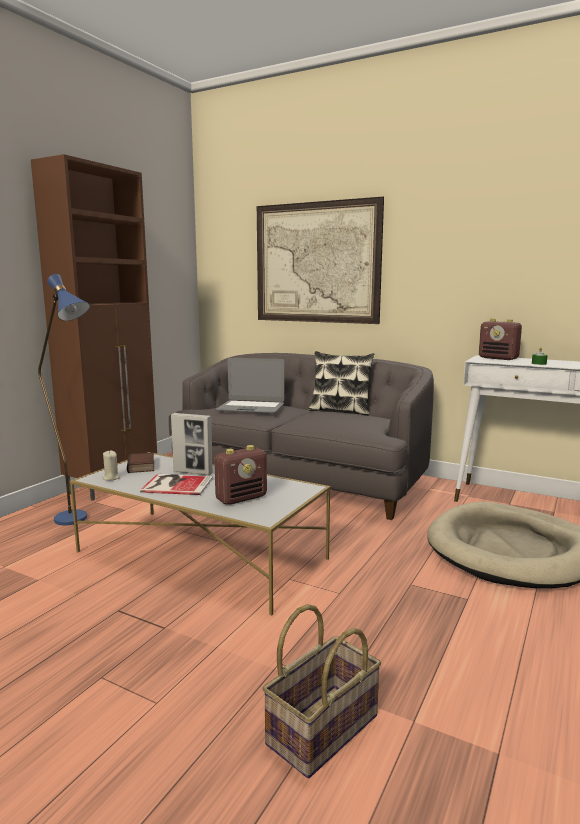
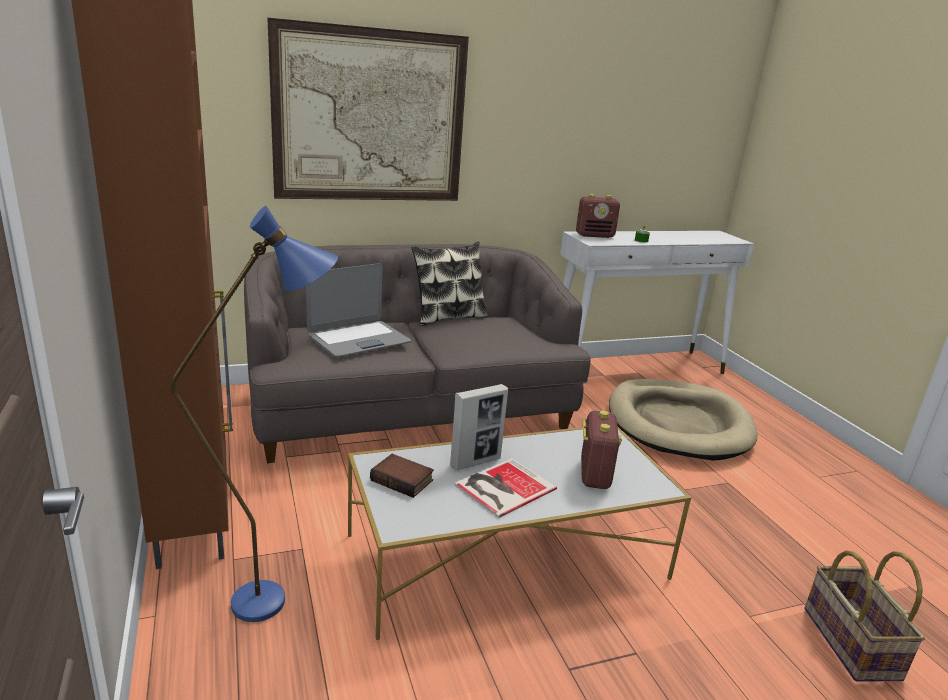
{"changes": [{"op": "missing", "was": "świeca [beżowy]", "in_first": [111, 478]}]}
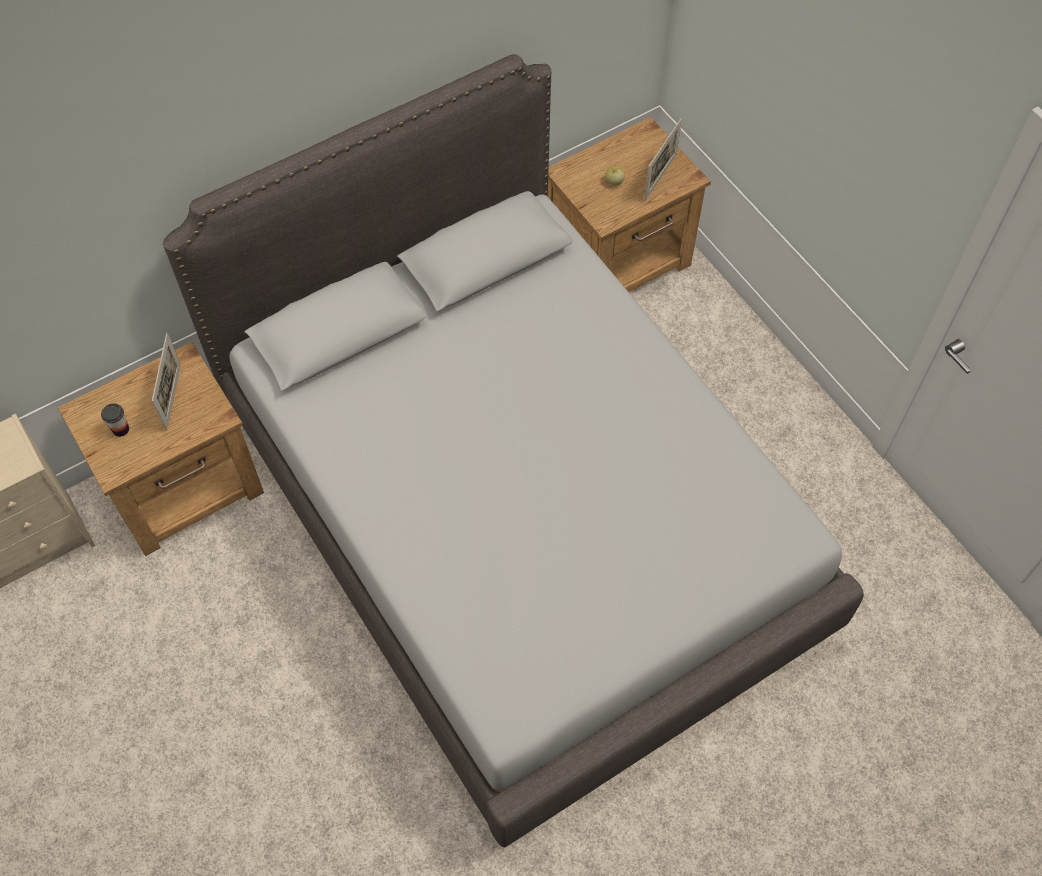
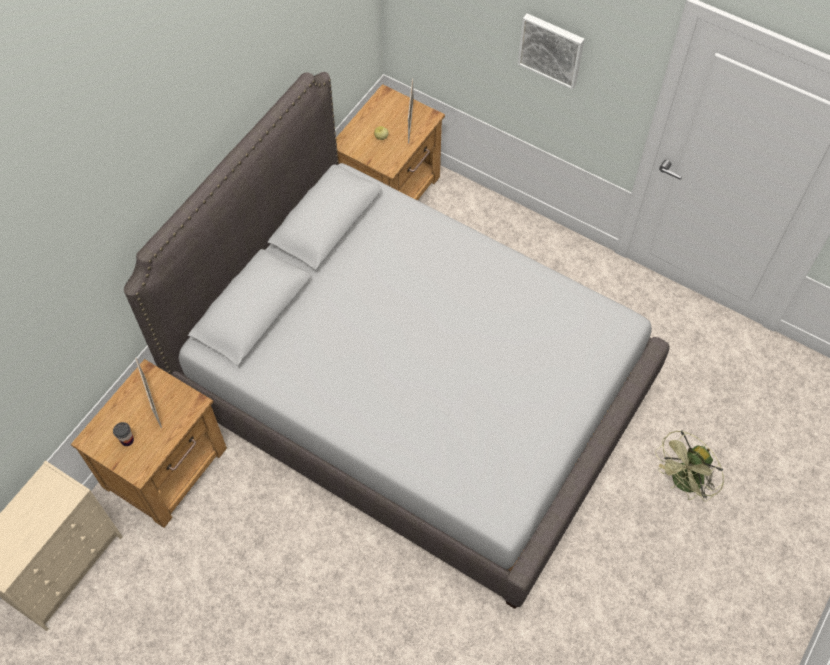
{"changes": [{"op": "appeared", "now": "obraz", "in_second": [551, 49]}, {"op": "appeared", "now": "wentylator [zielony]", "in_second": [683, 483]}]}
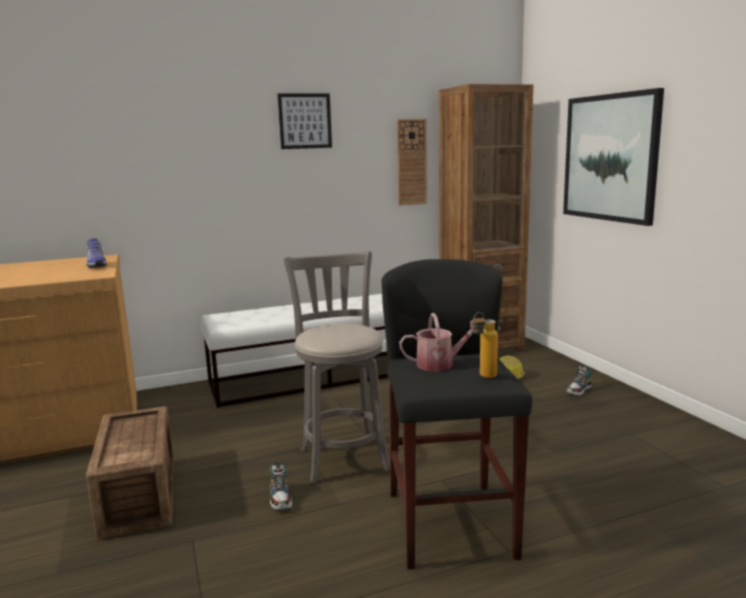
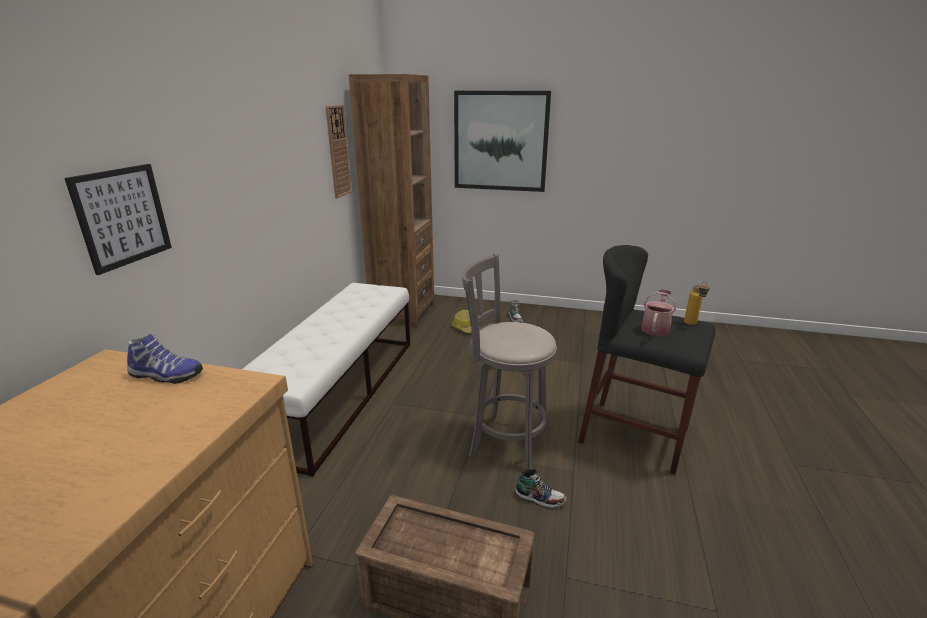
{"changes": [{"op": "relocated", "was": "obraz", "in_first": [305, 121], "in_second": [122, 216]}]}
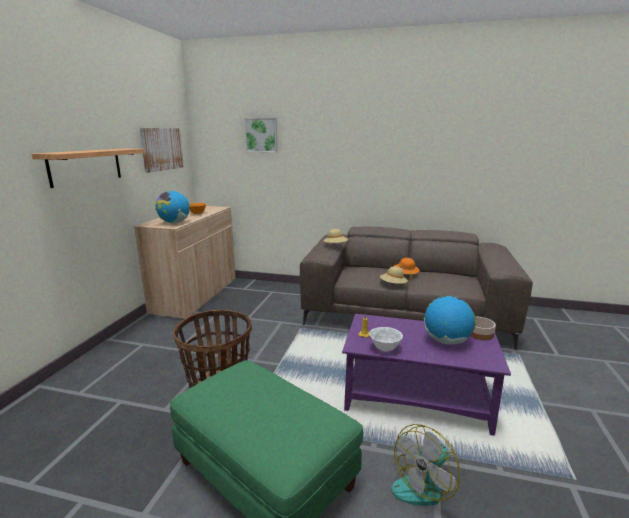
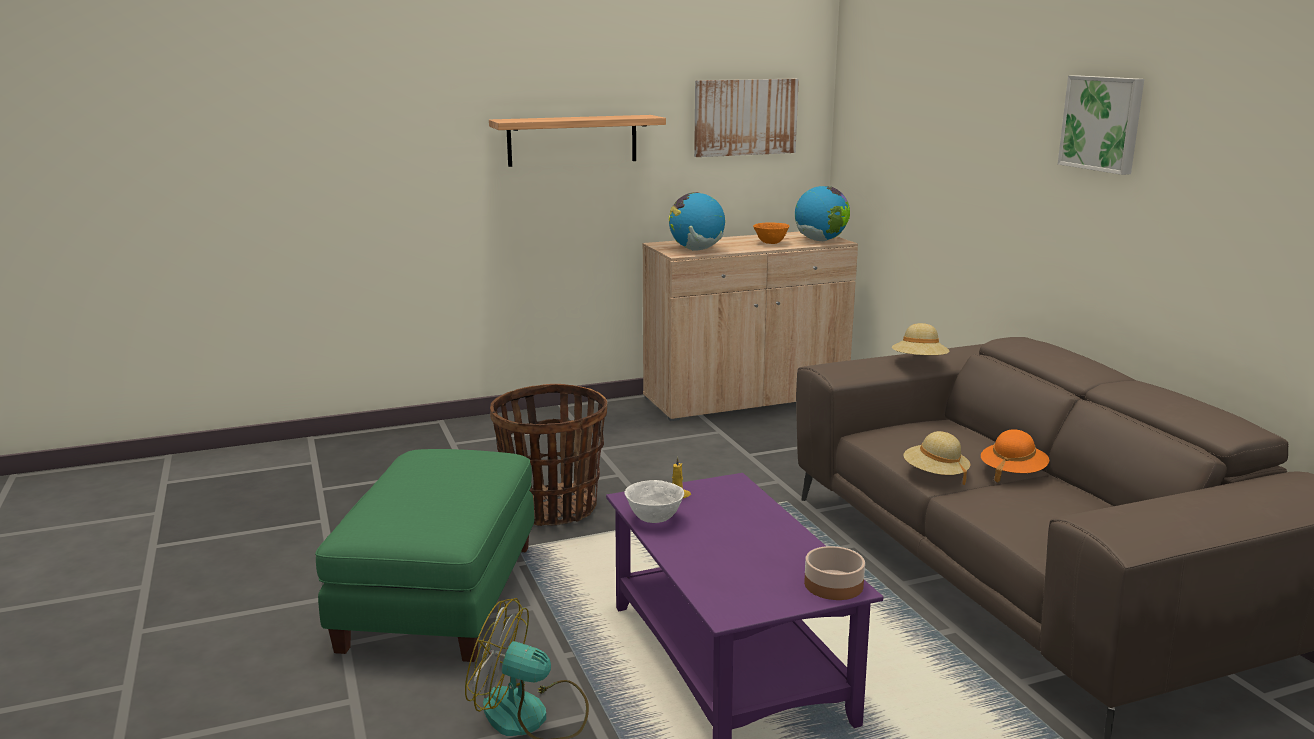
{"changes": [{"op": "relocated", "was": "obraz", "in_first": [261, 135], "in_second": [1103, 123]}, {"op": "relocated", "was": "globus", "in_first": [446, 341], "in_second": [820, 241]}]}
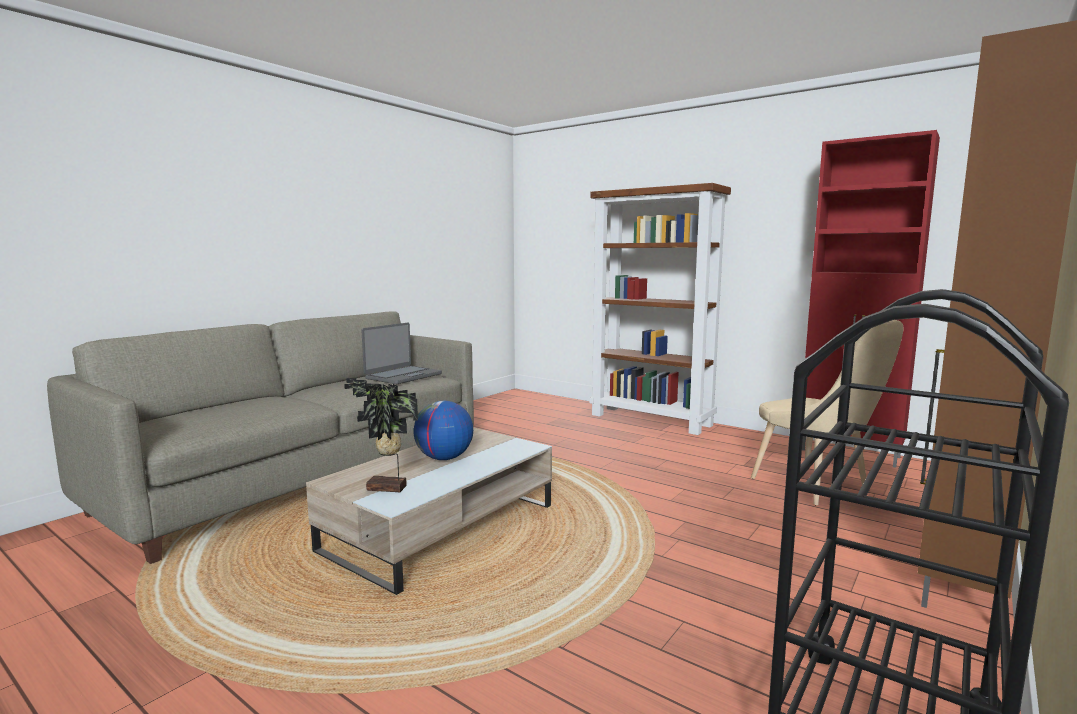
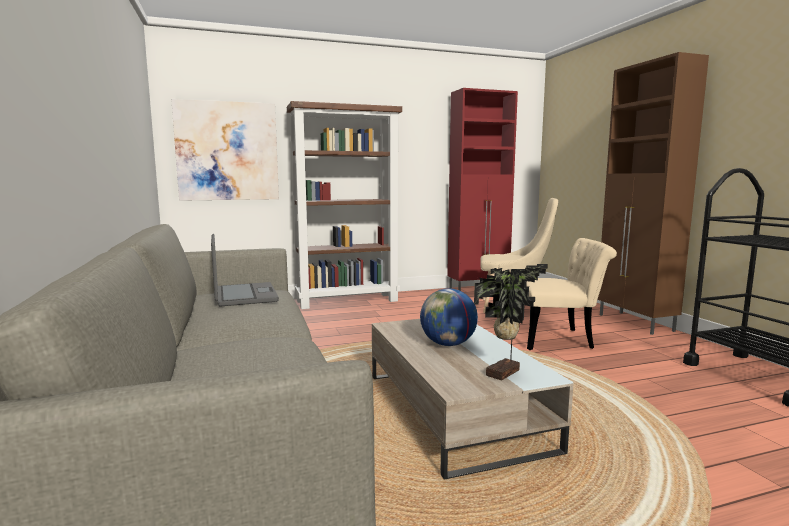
{"changes": [{"op": "appeared", "now": "obraz", "in_second": [227, 151]}, {"op": "appeared", "now": "krzesło [beżowy]", "in_second": [560, 339]}]}
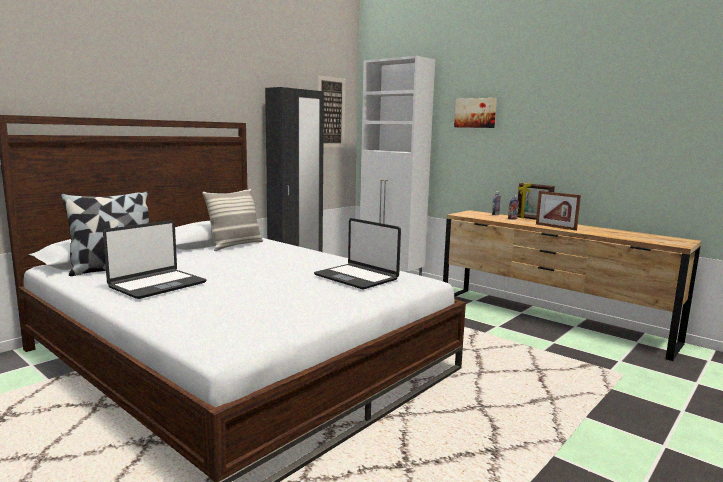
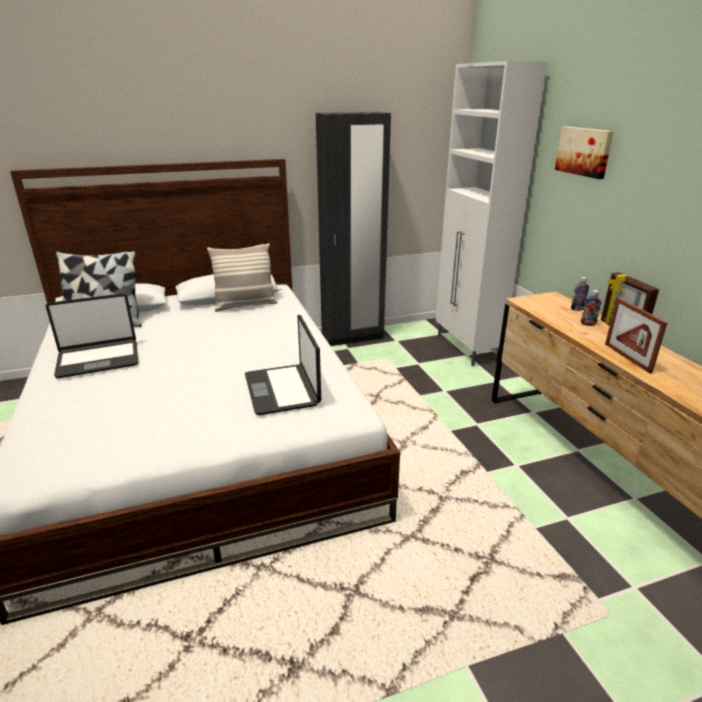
{"changes": [{"op": "missing", "was": "obraz", "in_first": [331, 112]}]}
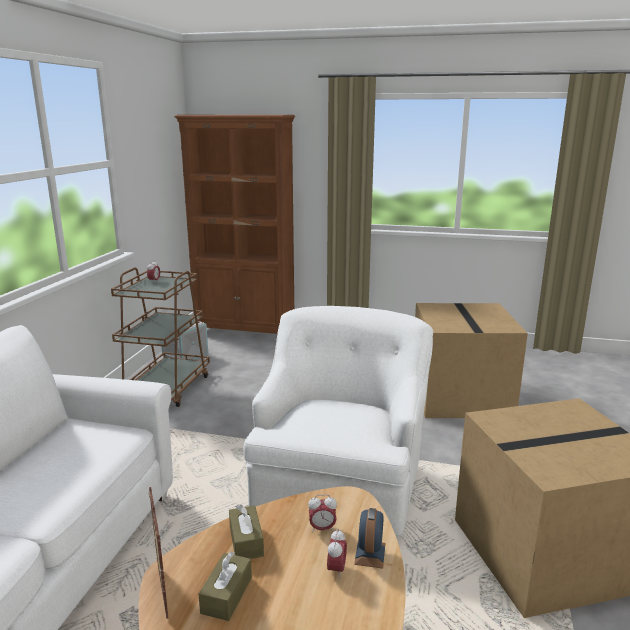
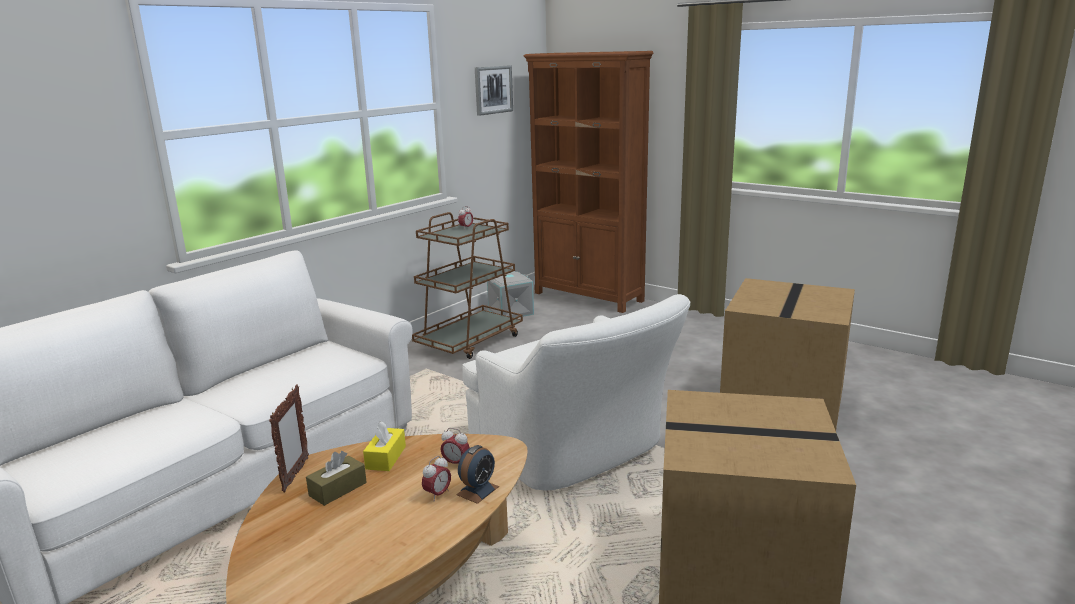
{"changes": [{"op": "appeared", "now": "obraz", "in_second": [493, 90]}, {"op": "colour", "was": "pudełko chusteczek [brązowy]", "now": "pudełko chusteczek [żółty]", "in_first": [246, 541], "in_second": [386, 457]}, {"op": "spun", "was": "fotel [biały]", "in_first": [340, 478], "in_second": [575, 451], "clockwise": 105}]}
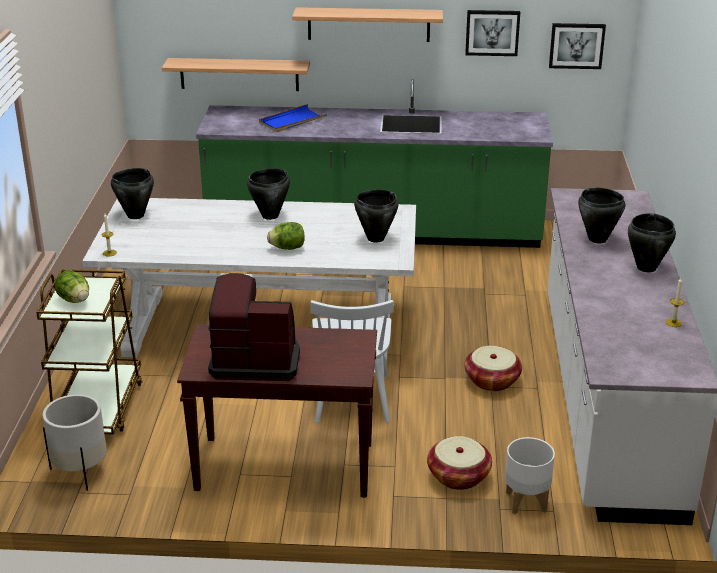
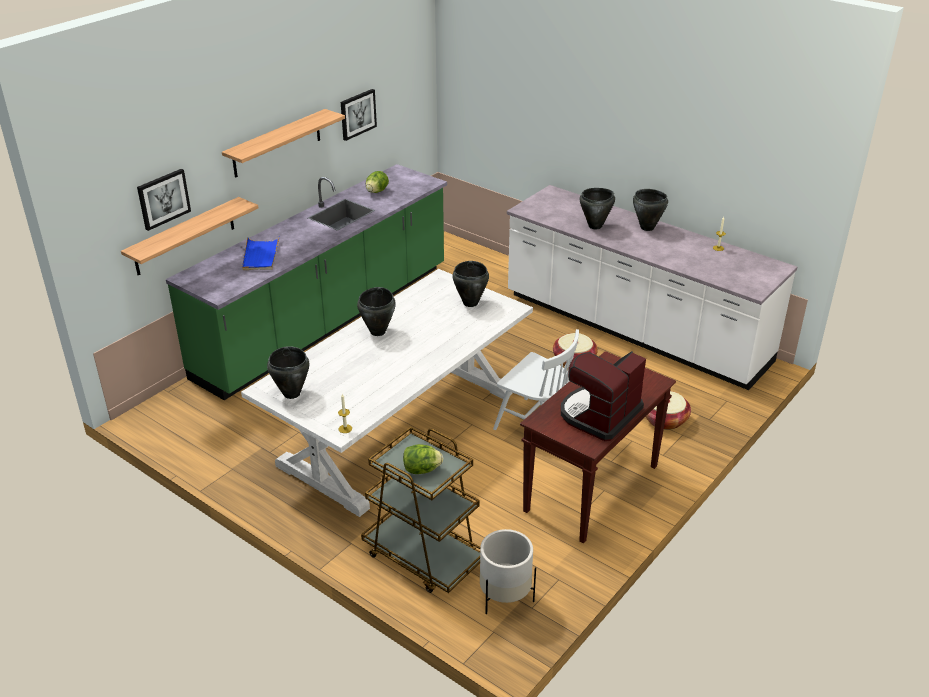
{"changes": [{"op": "missing", "was": "donica [biały]", "in_first": [526, 502]}, {"op": "relocated", "was": "sałata", "in_first": [287, 248], "in_second": [376, 191]}, {"op": "relocated", "was": "obraz", "in_first": [576, 45], "in_second": [163, 198]}]}
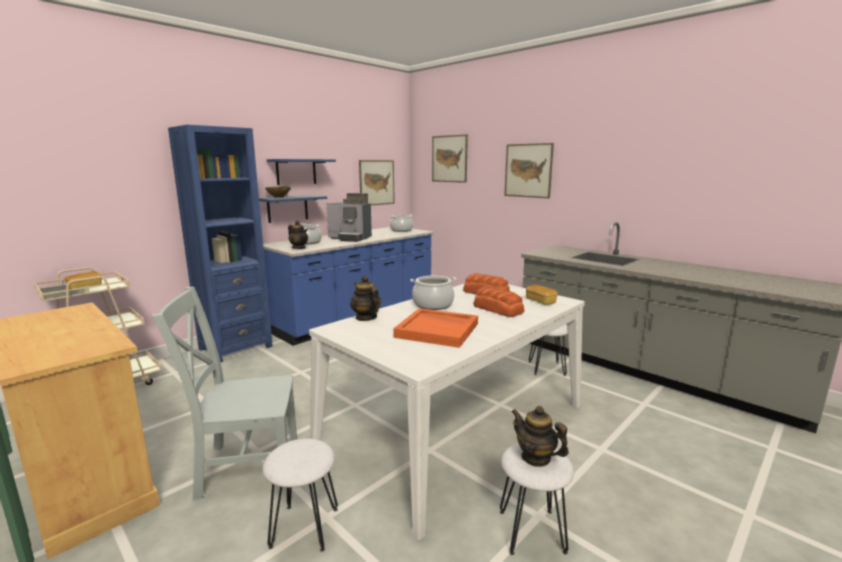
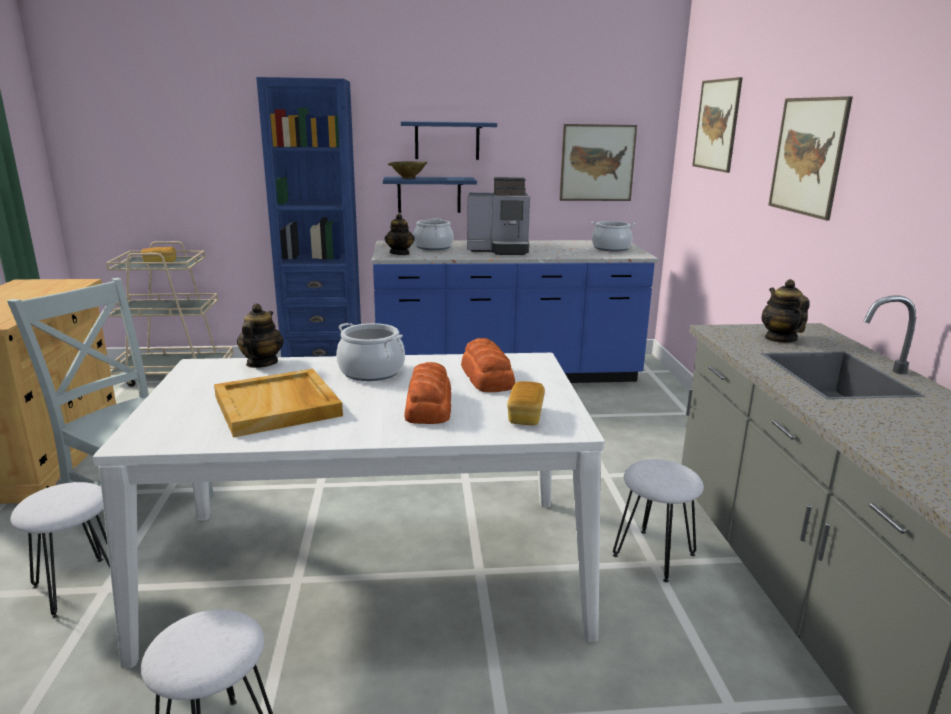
{"changes": [{"op": "relocated", "was": "imbryk", "in_first": [536, 457], "in_second": [780, 339]}, {"op": "colour", "was": "taca [pomarańczowy]", "now": "taca [beżowy]", "in_first": [438, 330], "in_second": [278, 406]}, {"op": "spun", "was": "ekspres do kawy", "in_first": [350, 238], "in_second": [500, 250], "clockwise": -60}]}
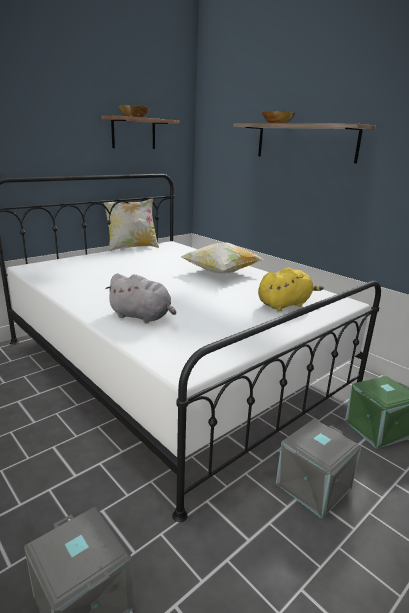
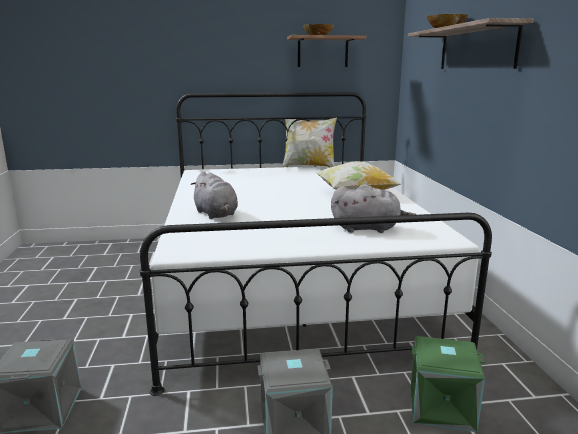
{"changes": [{"op": "colour", "was": "pluszak [żółty]", "now": "pluszak [szary]", "in_first": [285, 304], "in_second": [368, 229]}]}
